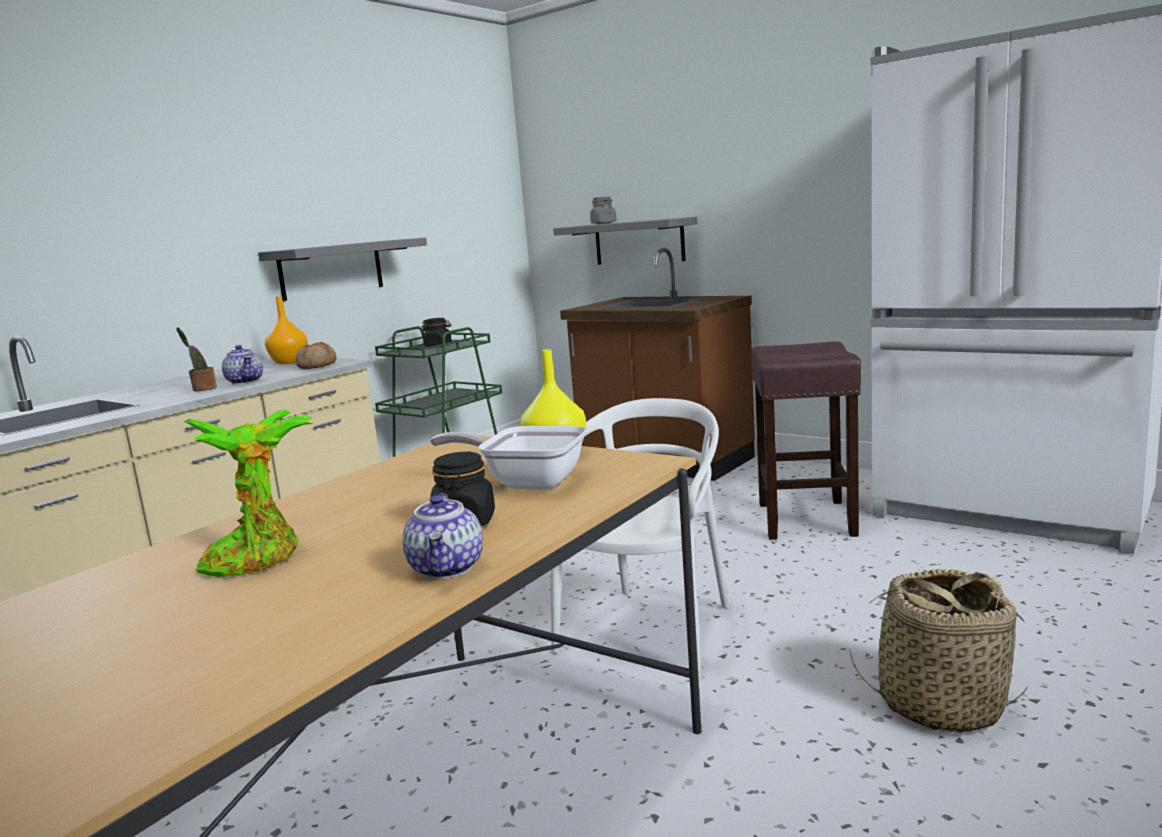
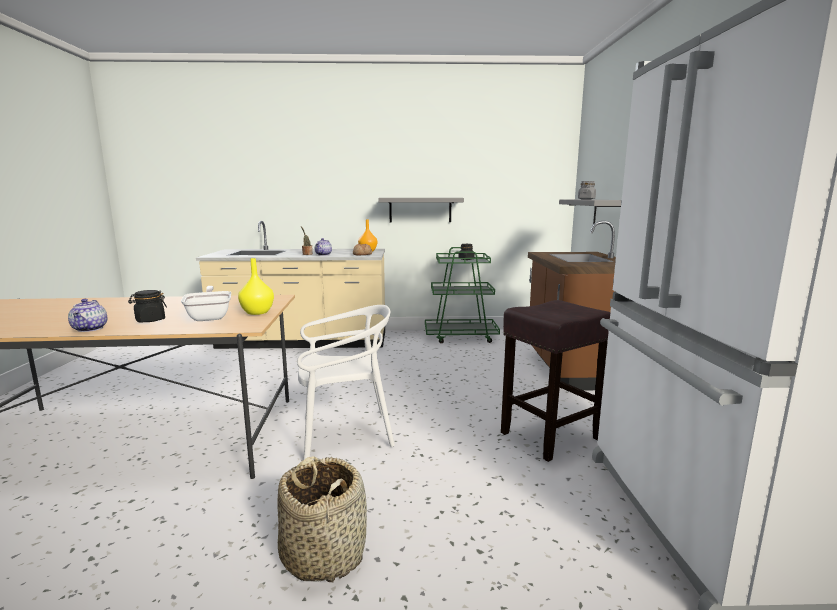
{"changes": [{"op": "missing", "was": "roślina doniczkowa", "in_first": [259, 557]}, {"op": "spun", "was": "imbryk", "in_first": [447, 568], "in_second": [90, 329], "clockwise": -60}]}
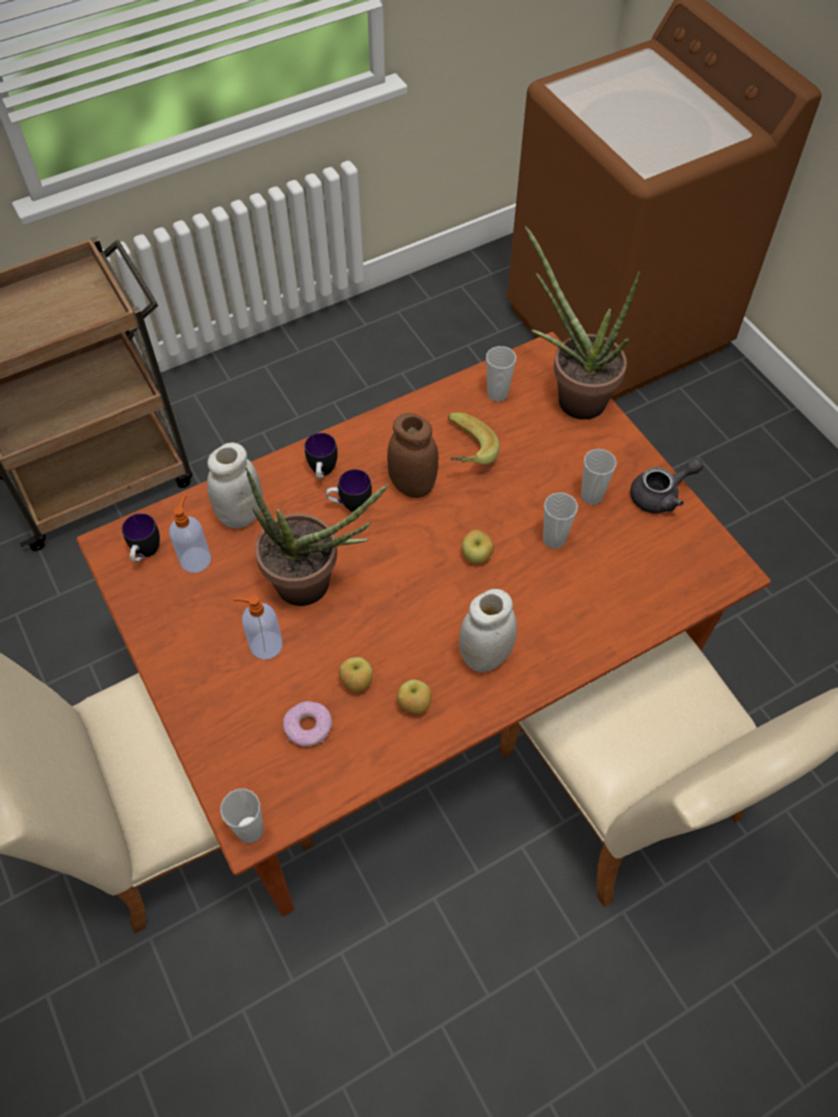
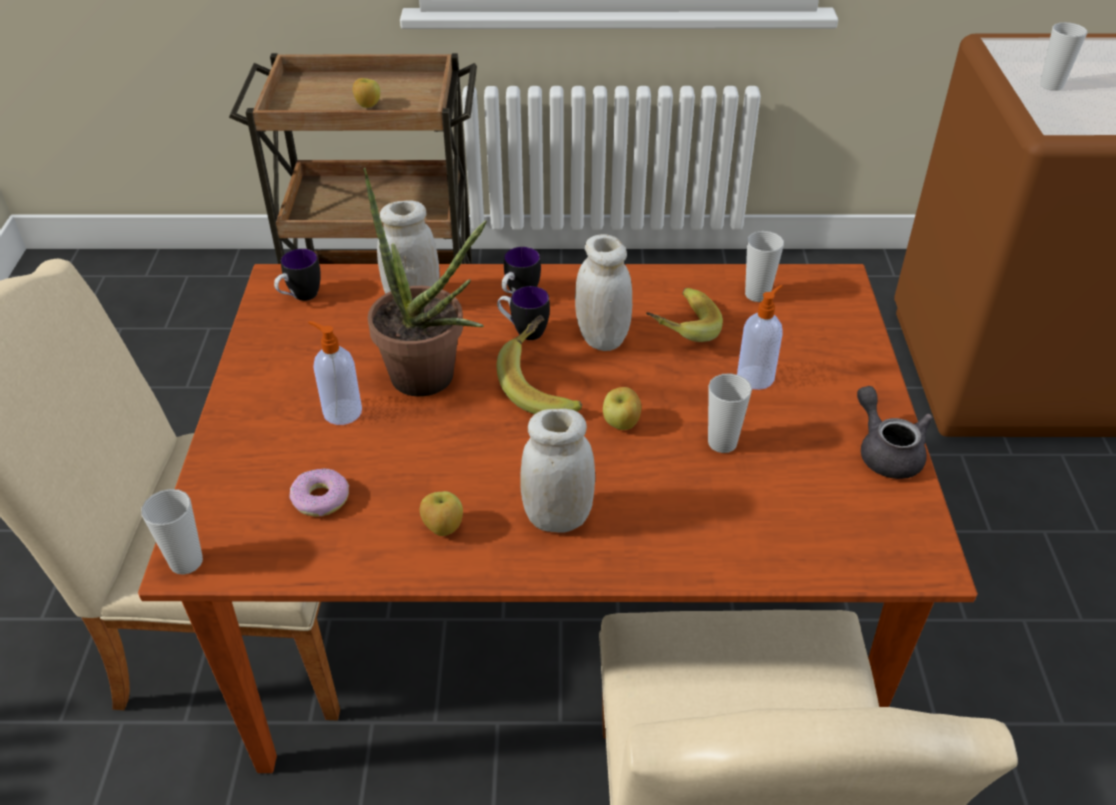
{"changes": [{"op": "missing", "was": "roślina doniczkowa", "in_first": [572, 396]}, {"op": "appeared", "now": "banan", "in_second": [544, 386]}, {"op": "relocated", "was": "dozownik mydła", "in_first": [196, 559], "in_second": [756, 377]}, {"op": "relocated", "was": "jabłko", "in_first": [356, 682], "in_second": [367, 106]}, {"op": "relocated", "was": "filiżanka", "in_first": [591, 496], "in_second": [1051, 85]}, {"op": "colour", "was": "słoik [brązowy]", "now": "słoik [biały]", "in_first": [412, 485], "in_second": [602, 338]}, {"op": "spun", "was": "imbryk [szary]", "in_first": [661, 495], "in_second": [886, 451], "clockwise": -120}]}
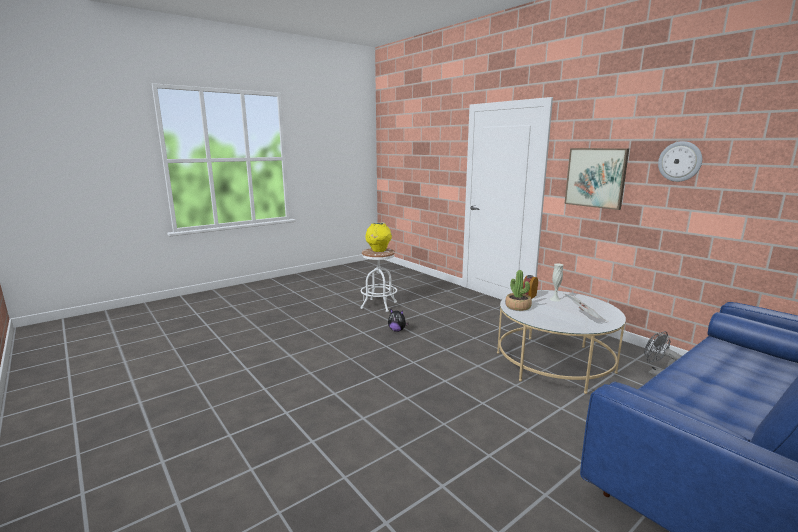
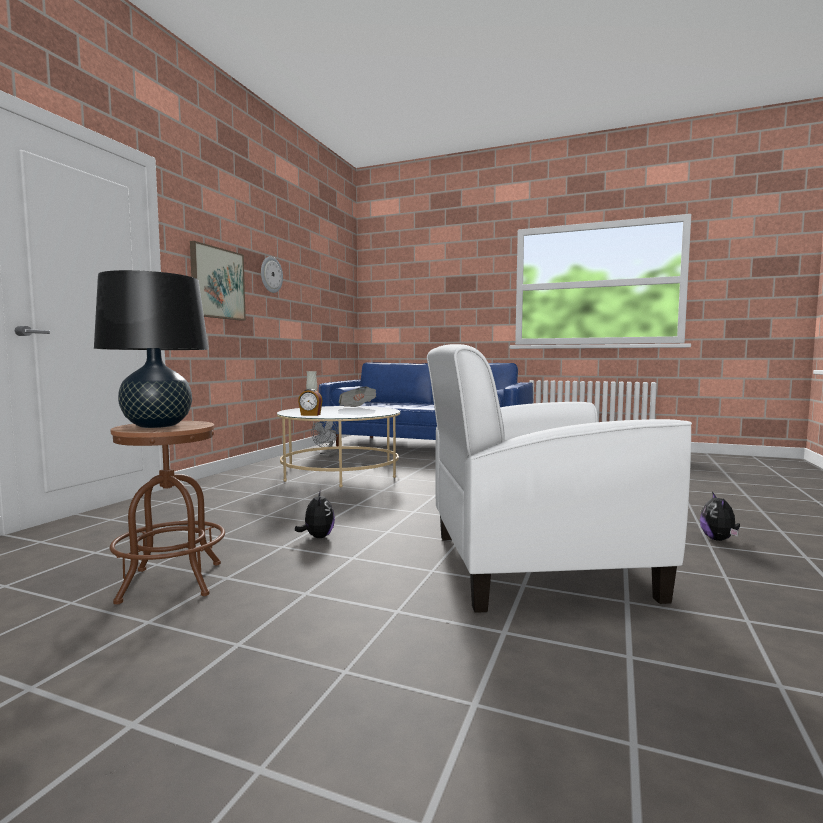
{"changes": [{"op": "missing", "was": "roślina doniczkowa", "in_first": [518, 307]}, {"op": "appeared", "now": "fotel [biały]", "in_second": [534, 565]}, {"op": "appeared", "now": "pluszak", "in_second": [719, 539]}, {"op": "exchanged", "was": "wazon [żółty]", "now": "lampa stołowa [czarny]", "in_first": [378, 250], "in_second": [157, 425]}, {"op": "colour", "was": "stołek [biały]", "now": "stołek [brązowy]", "in_first": [379, 305], "in_second": [171, 582]}]}
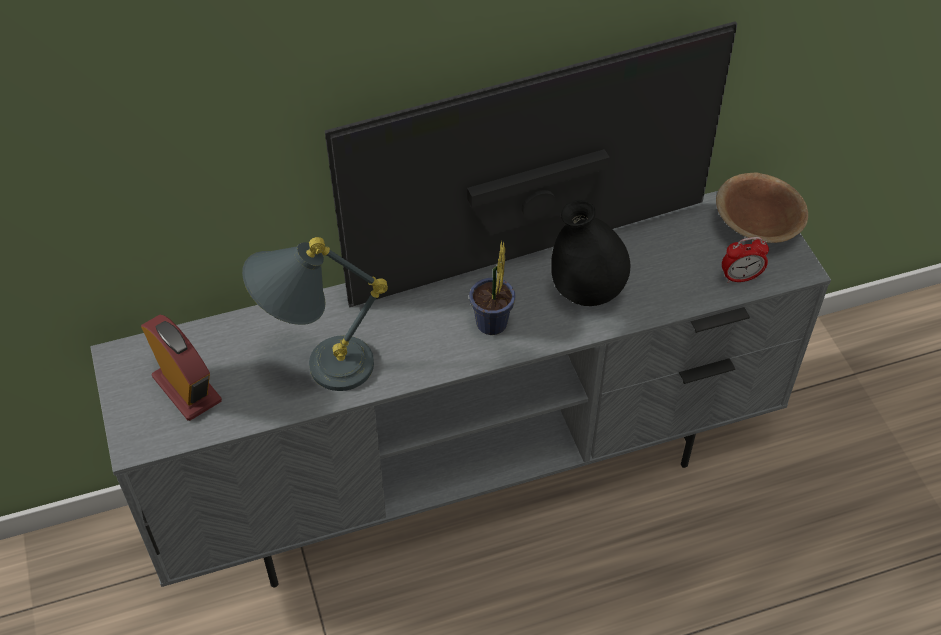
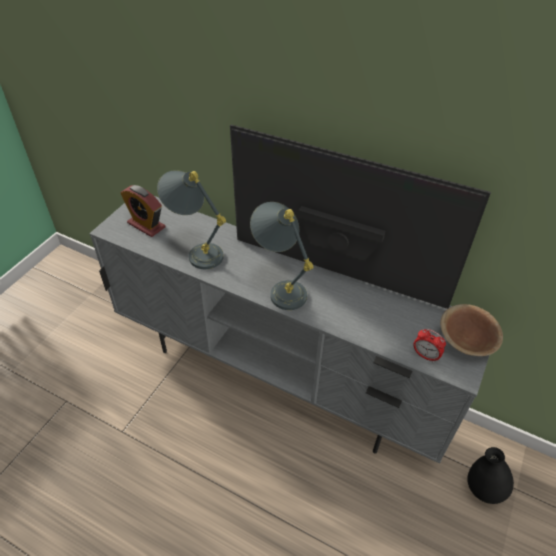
{"changes": [{"op": "relocated", "was": "wazon [czarny]", "in_first": [587, 292], "in_second": [483, 489]}, {"op": "exchanged", "was": "roślina doniczkowa", "now": "lampa stołowa [szary]", "in_first": [491, 327], "in_second": [280, 287]}, {"op": "spun", "was": "budzik", "in_first": [187, 389], "in_second": [146, 225], "clockwise": 120}]}
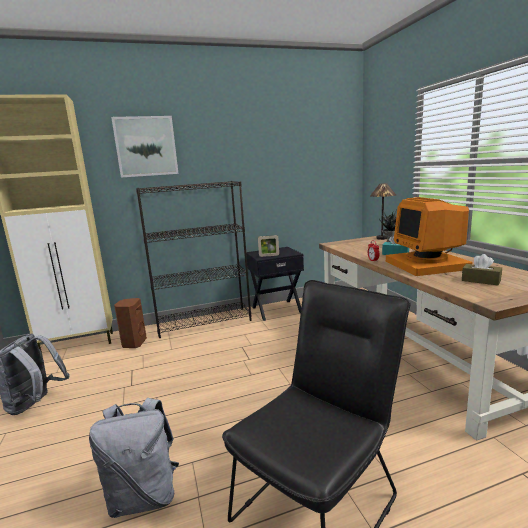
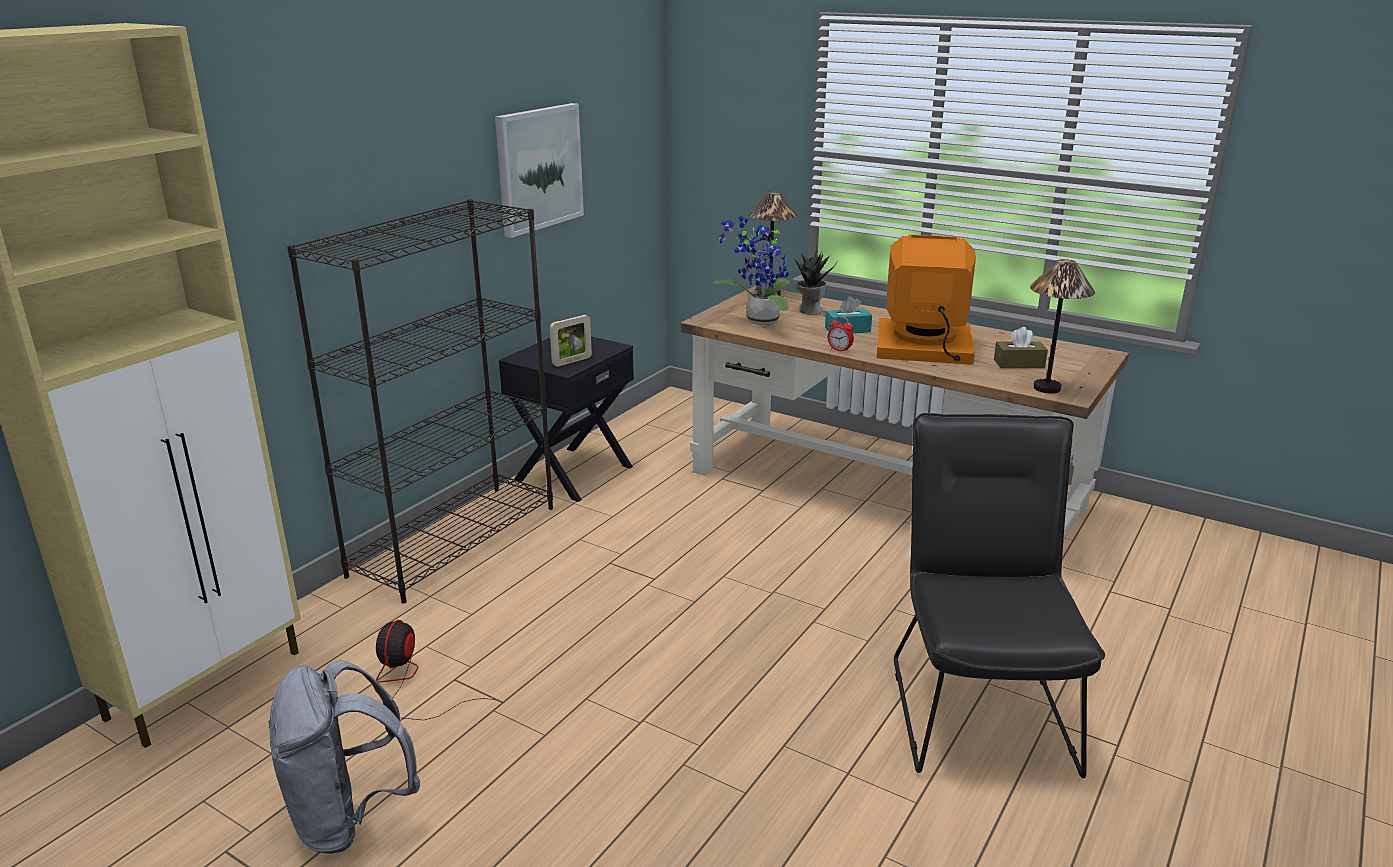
{"changes": [{"op": "missing", "was": "plecak [szary]", "in_first": [144, 496]}, {"op": "missing", "was": "głośnik [brązowy]", "in_first": [133, 343]}, {"op": "appeared", "now": "wentylator", "in_second": [410, 683]}, {"op": "appeared", "now": "roślina doniczkowa", "in_second": [758, 322]}, {"op": "appeared", "now": "lampa stołowa", "in_second": [1046, 388]}, {"op": "relocated", "was": "obraz", "in_first": [146, 146], "in_second": [538, 168]}, {"op": "spun", "was": "monitor", "in_first": [427, 265], "in_second": [923, 346], "clockwise": 150}]}
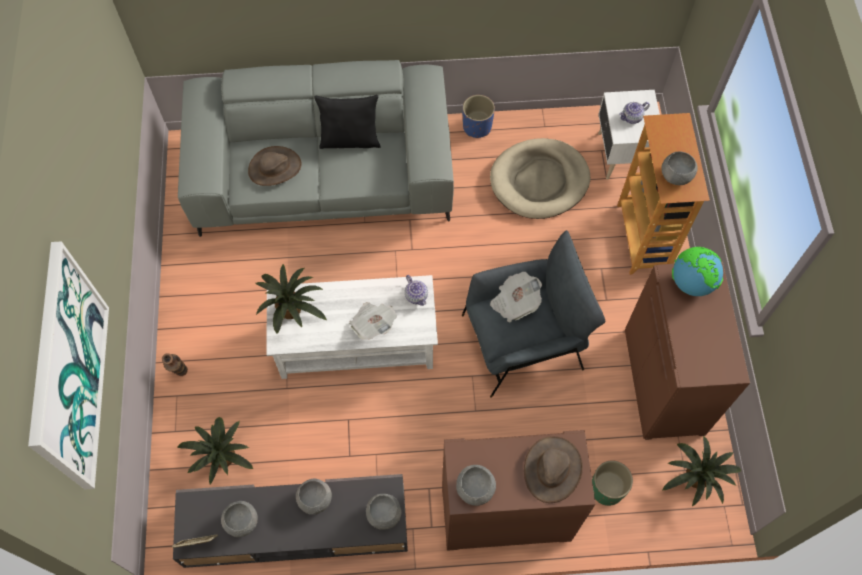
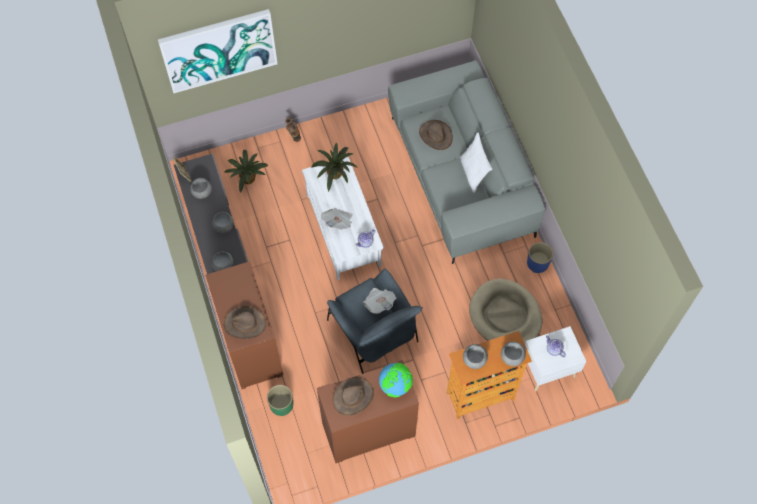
{"changes": [{"op": "missing", "was": "roślina doniczkowa", "in_first": [695, 479]}, {"op": "appeared", "now": "kapelusz [brązowy]", "in_second": [353, 397]}, {"op": "relocated", "was": "miska [szary]", "in_first": [475, 488], "in_second": [512, 357]}, {"op": "colour", "was": "poduszka [czarny]", "now": "poduszka [biały]", "in_first": [350, 139], "in_second": [473, 173]}]}
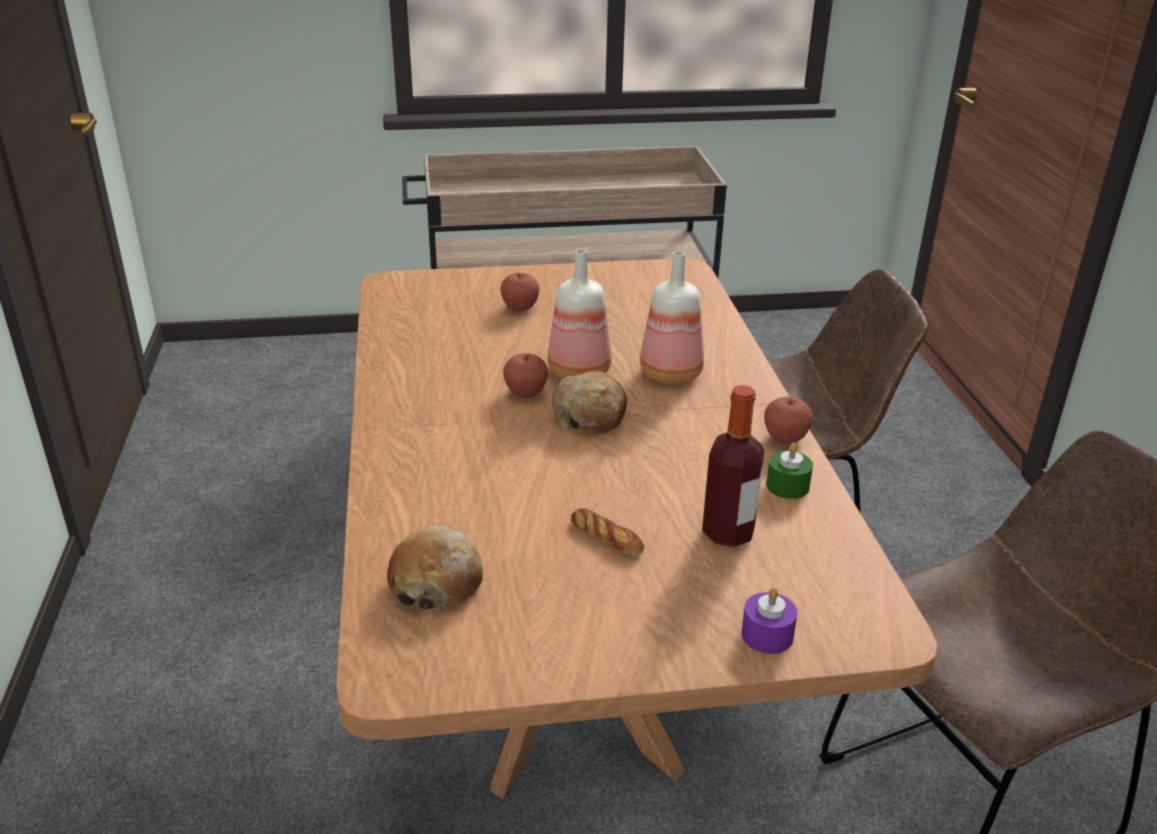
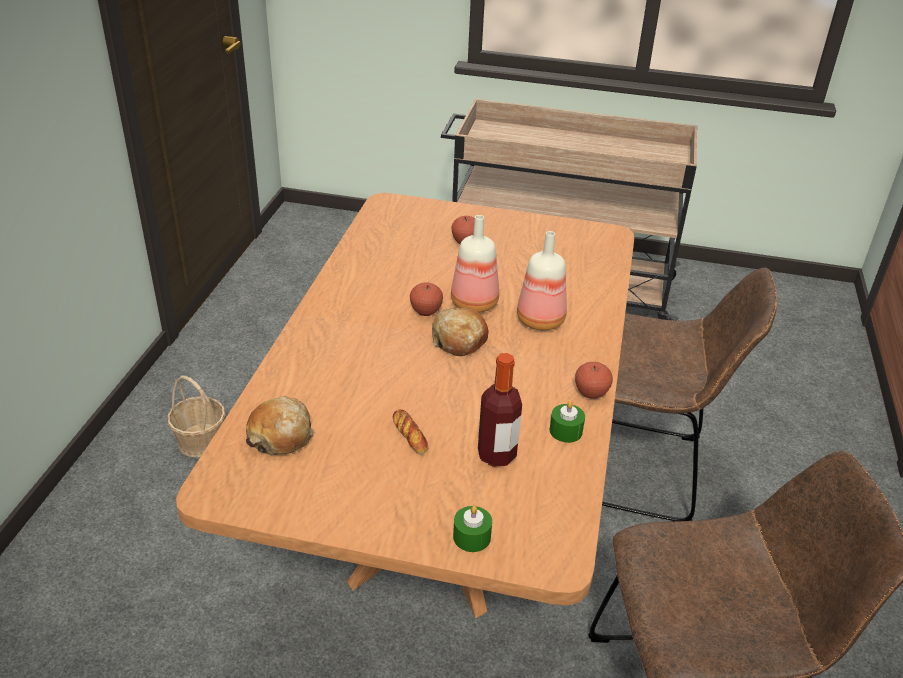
{"changes": [{"op": "appeared", "now": "koszyk", "in_second": [201, 441]}, {"op": "colour", "was": "świeca [fioletowy]", "now": "świeca [zielony]", "in_first": [767, 635], "in_second": [471, 537]}]}
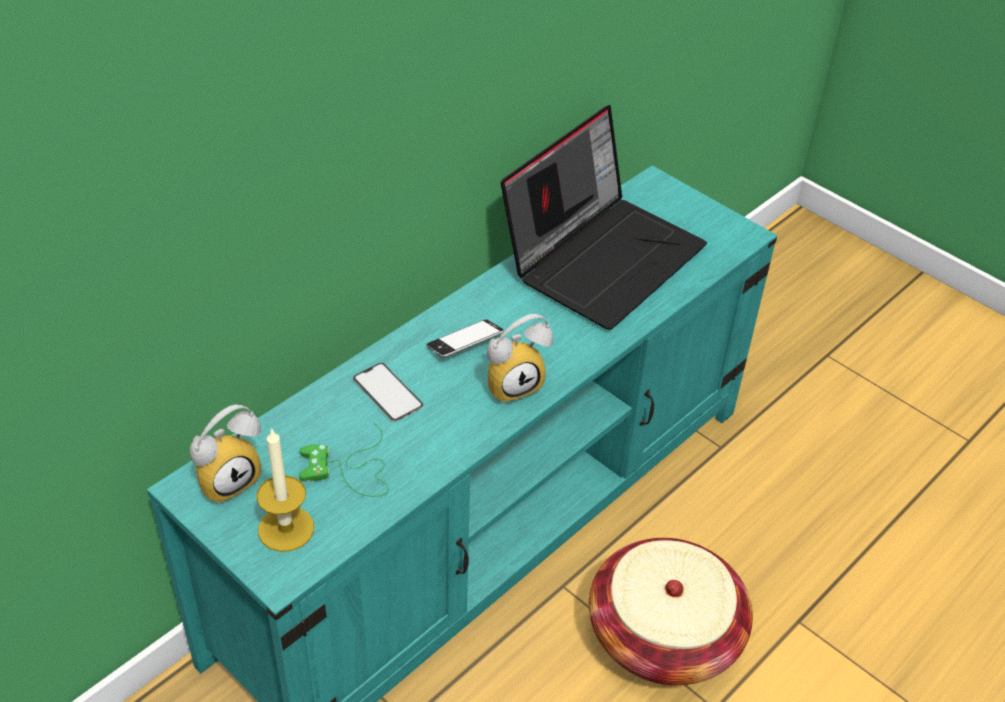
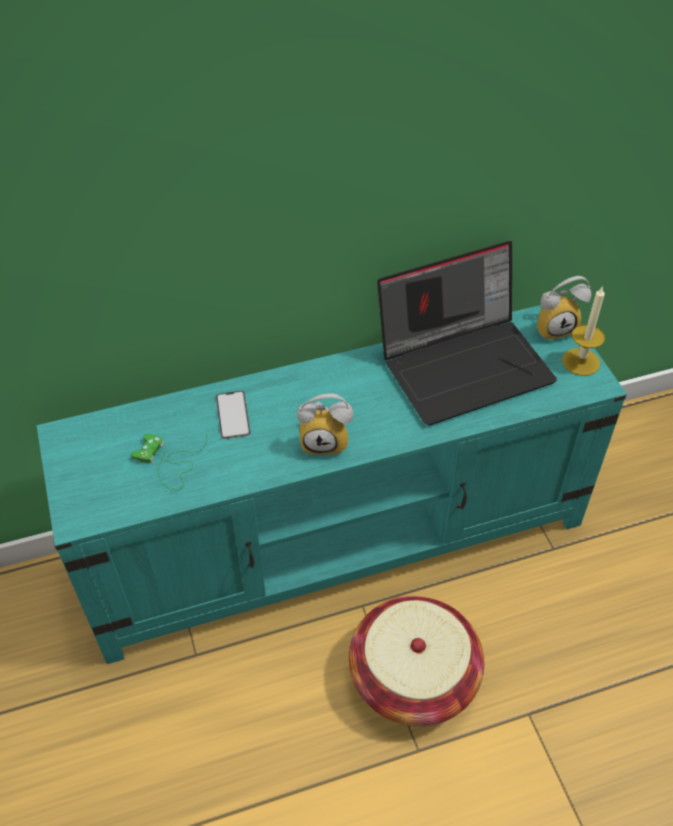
{"changes": [{"op": "missing", "was": "telefon", "in_first": [465, 343]}, {"op": "relocated", "was": "budzik", "in_first": [228, 478], "in_second": [555, 327]}, {"op": "relocated", "was": "świeca", "in_first": [286, 529], "in_second": [581, 362]}]}
